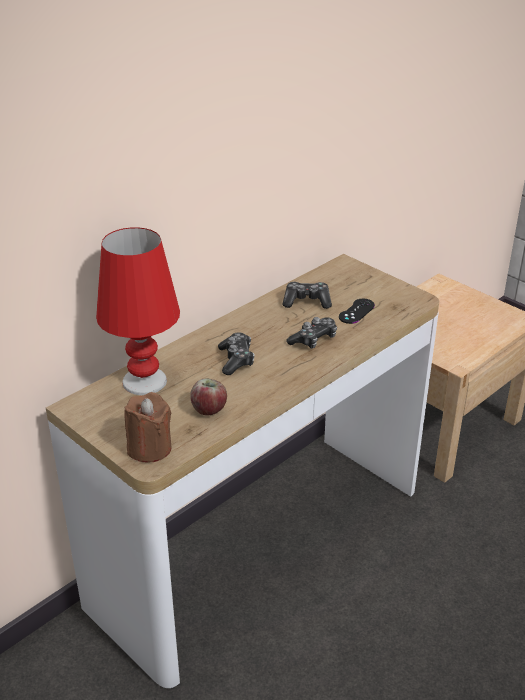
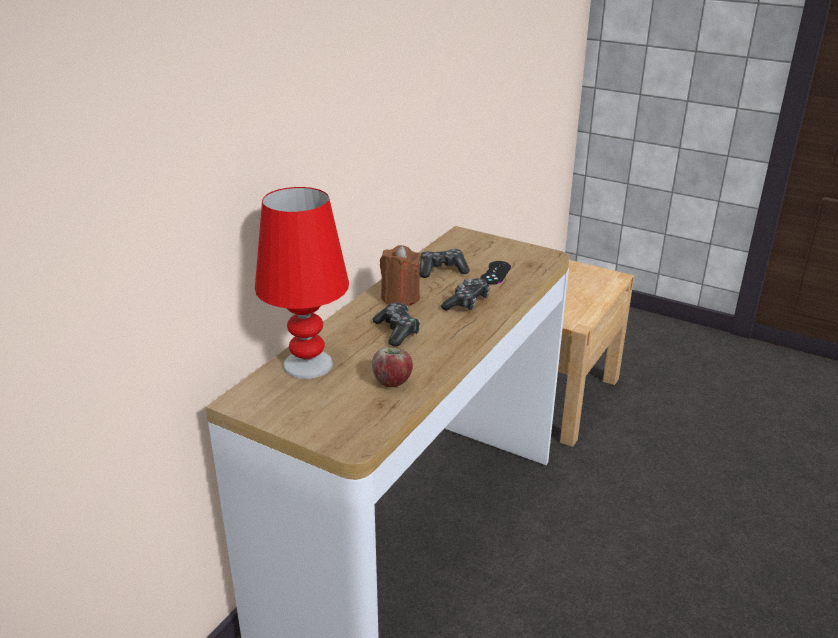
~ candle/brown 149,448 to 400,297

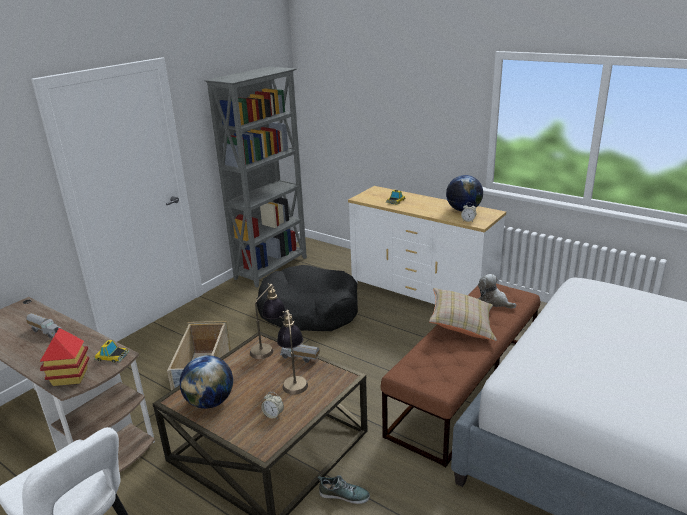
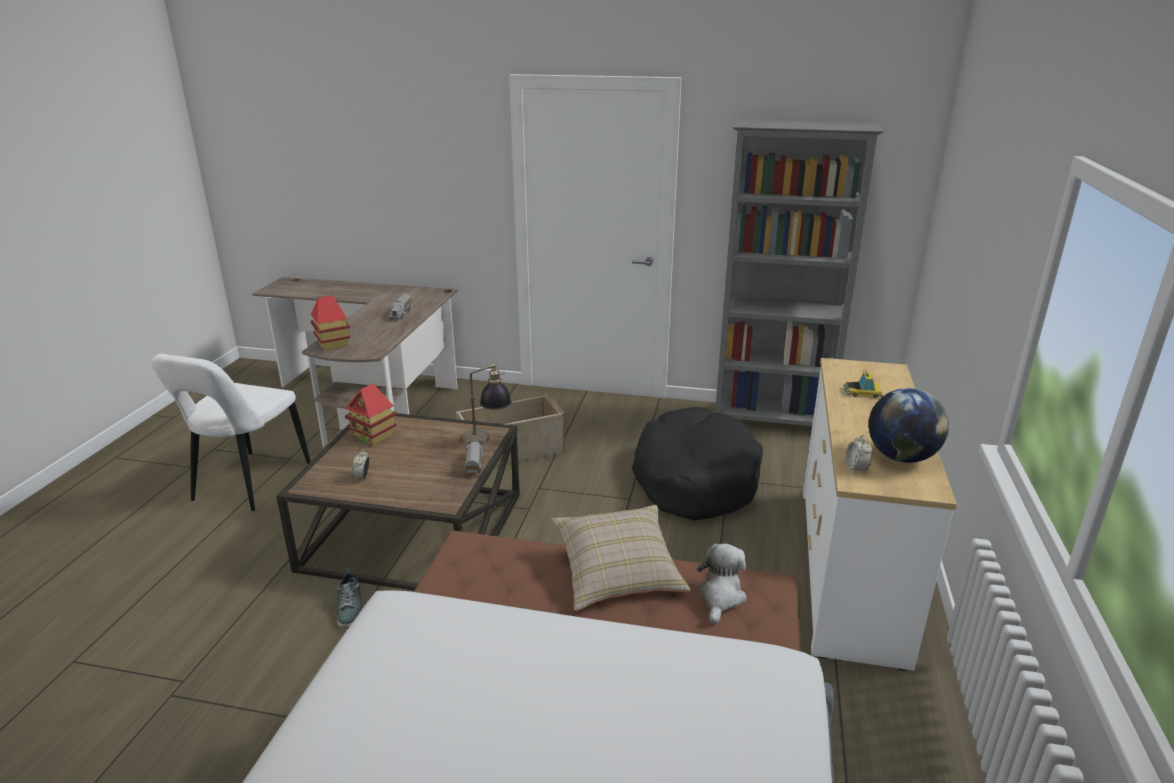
- toy car 112,356
- table lamp 294,379
~ globe 210,402 to toy house 373,436

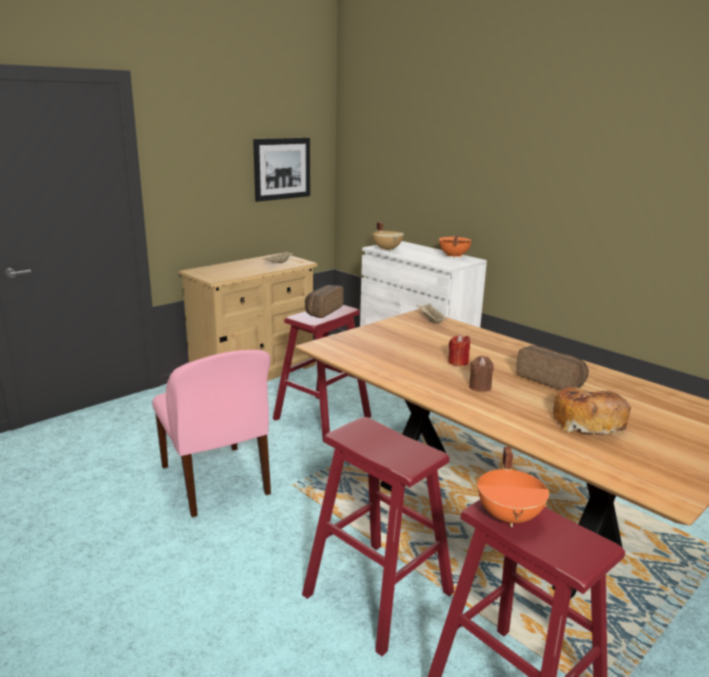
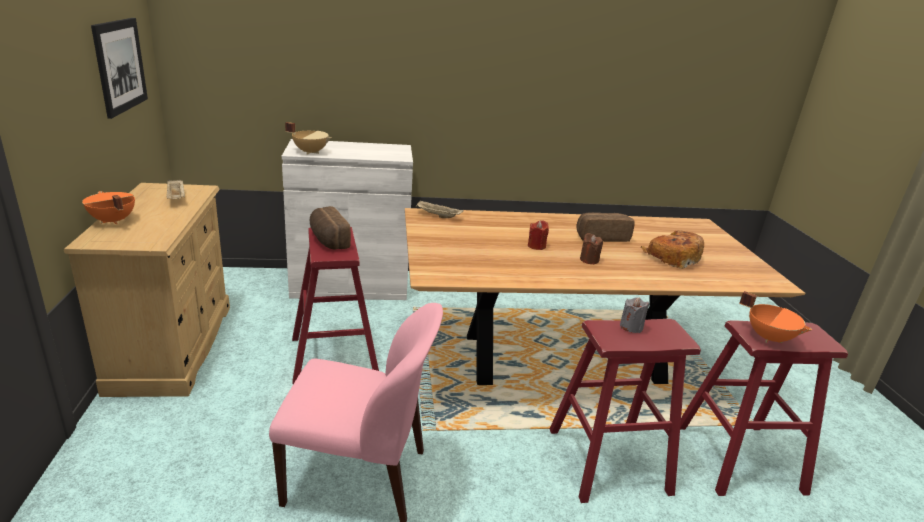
+ candle/grey 631,327
~ cooking pot/orange 453,256 to 112,221

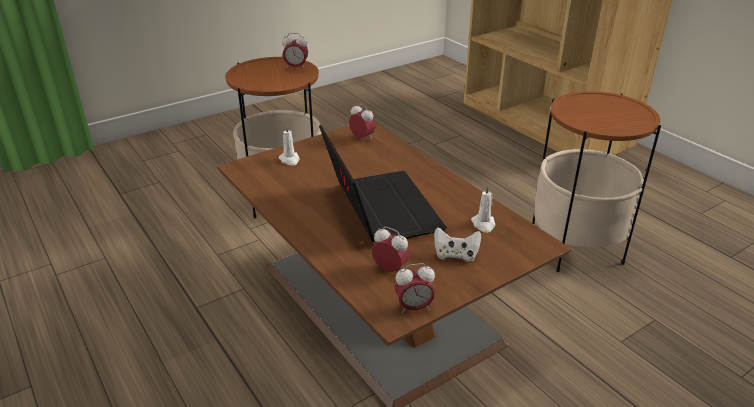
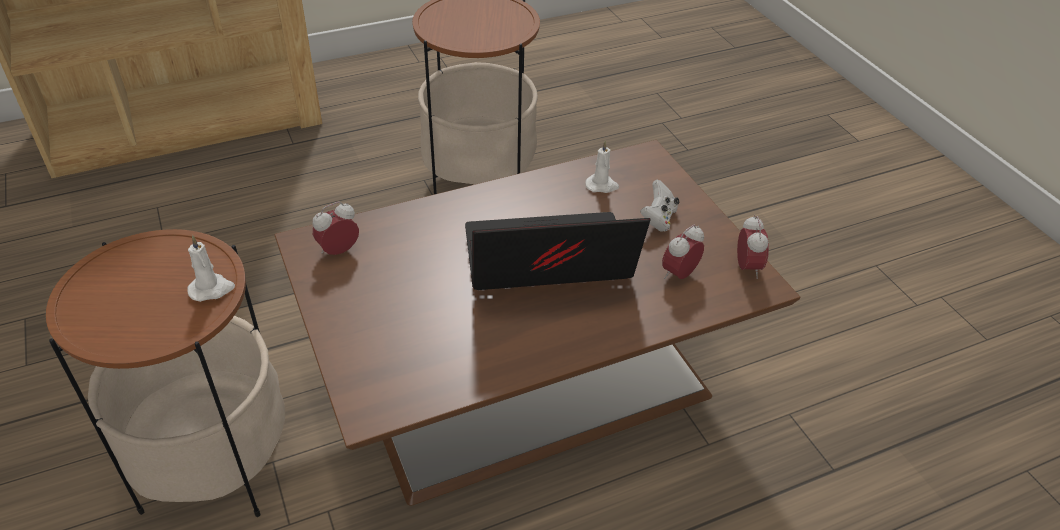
- alarm clock 296,67
~ candle/white 290,160 to 212,289

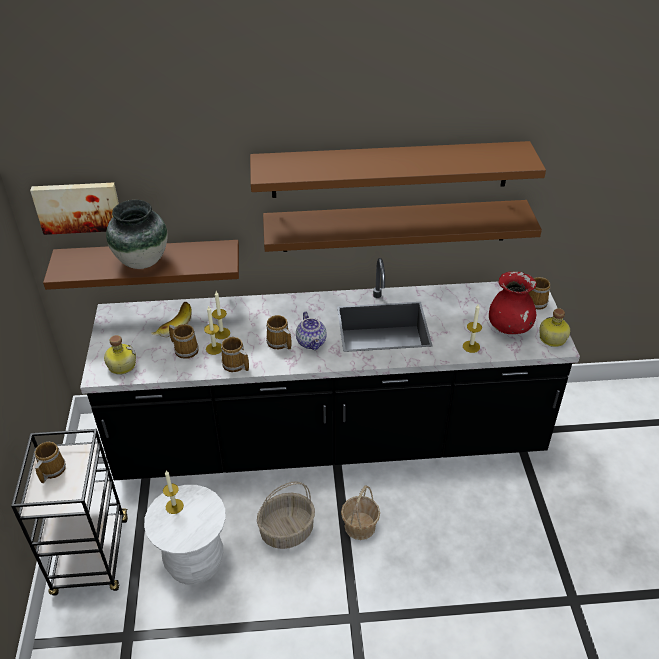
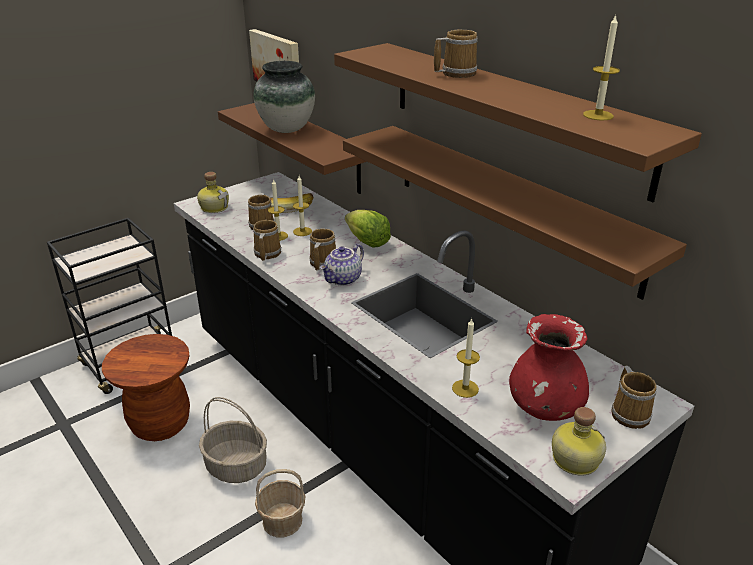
+ lettuce 367,242
~ mug 51,470 to 456,73
~ candle 174,506 to 598,115
~ stool/white 195,563 to stool/brown 160,423

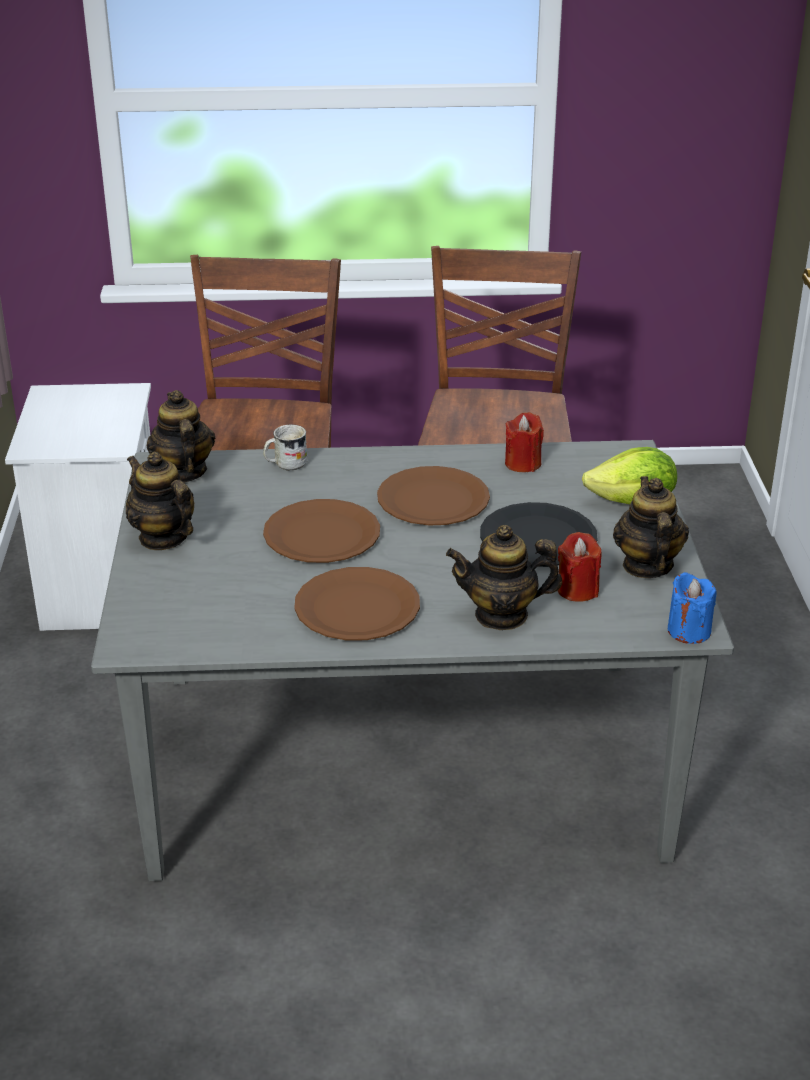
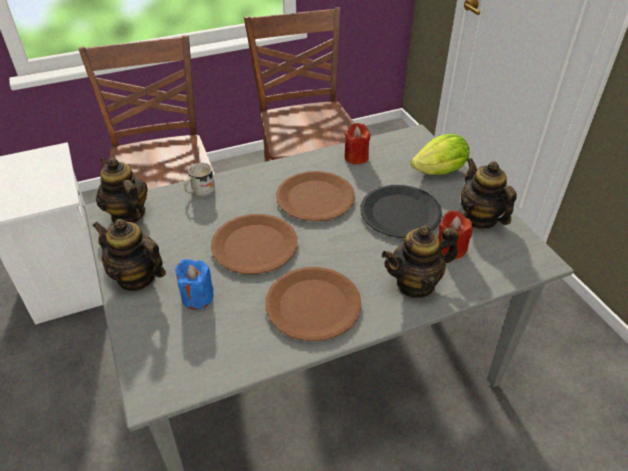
~ candle/blue 689,631 to 197,297

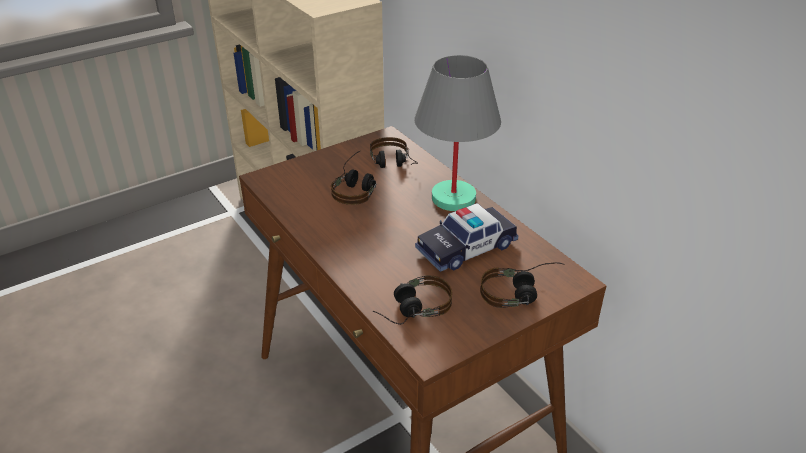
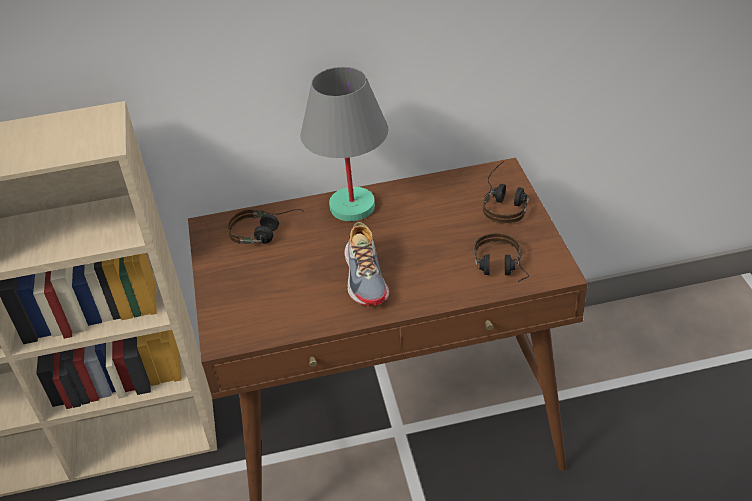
- headphones 356,187
- toy car 466,247
+ shoe 366,276

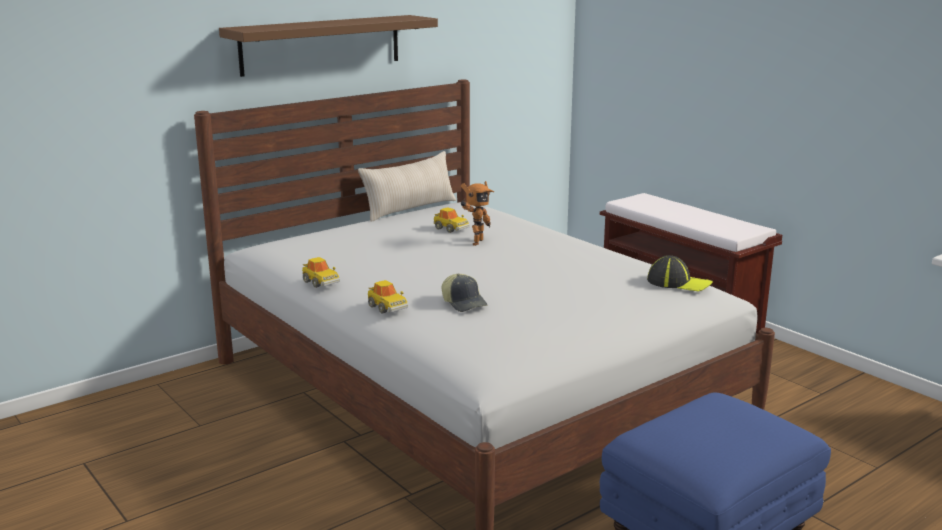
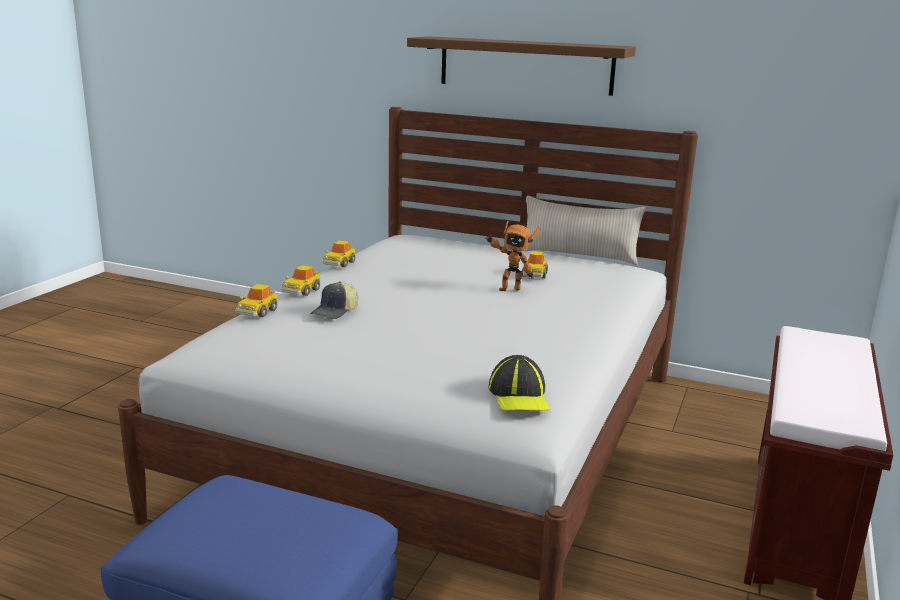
+ toy car 257,312

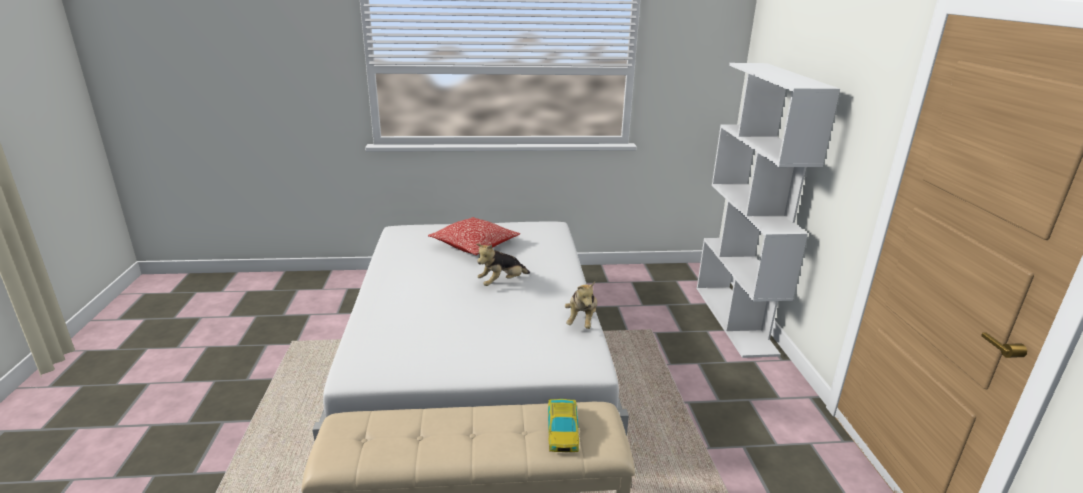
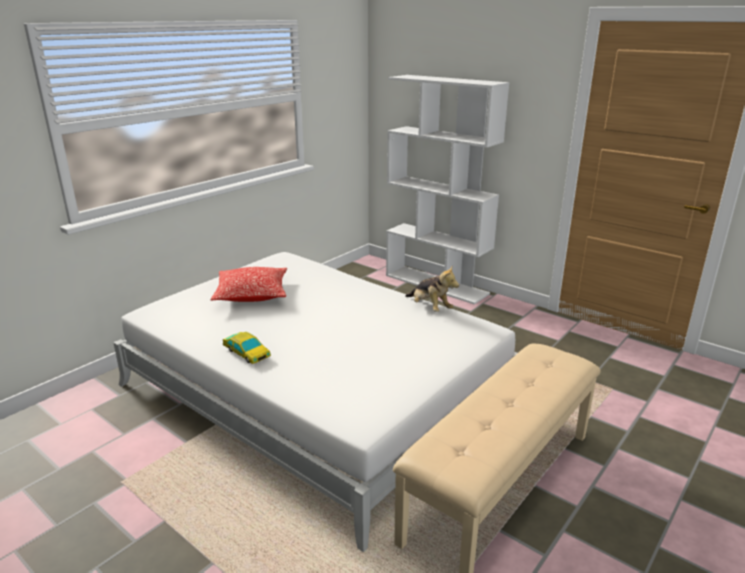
- plush toy 502,282
~ toy car 562,430 to 246,352

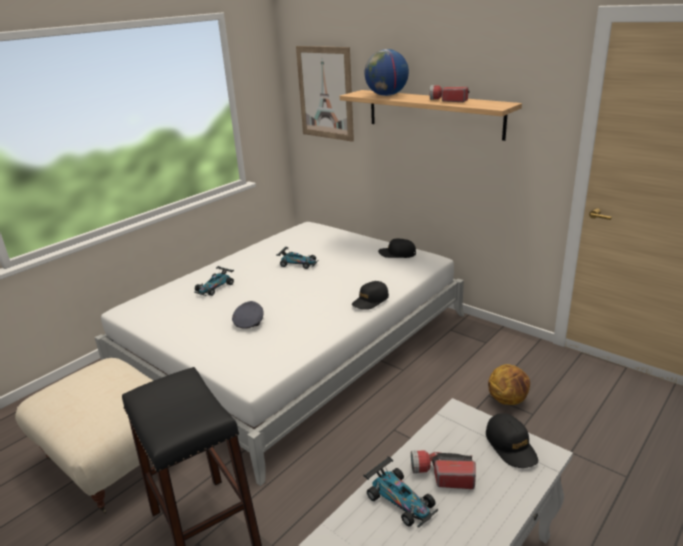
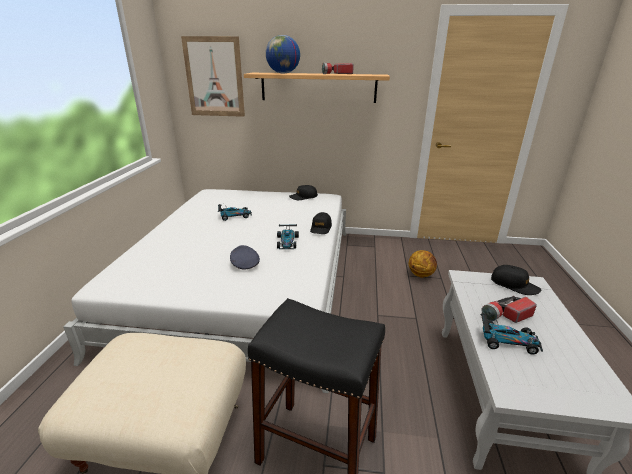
~ toy car 215,287 to 287,242

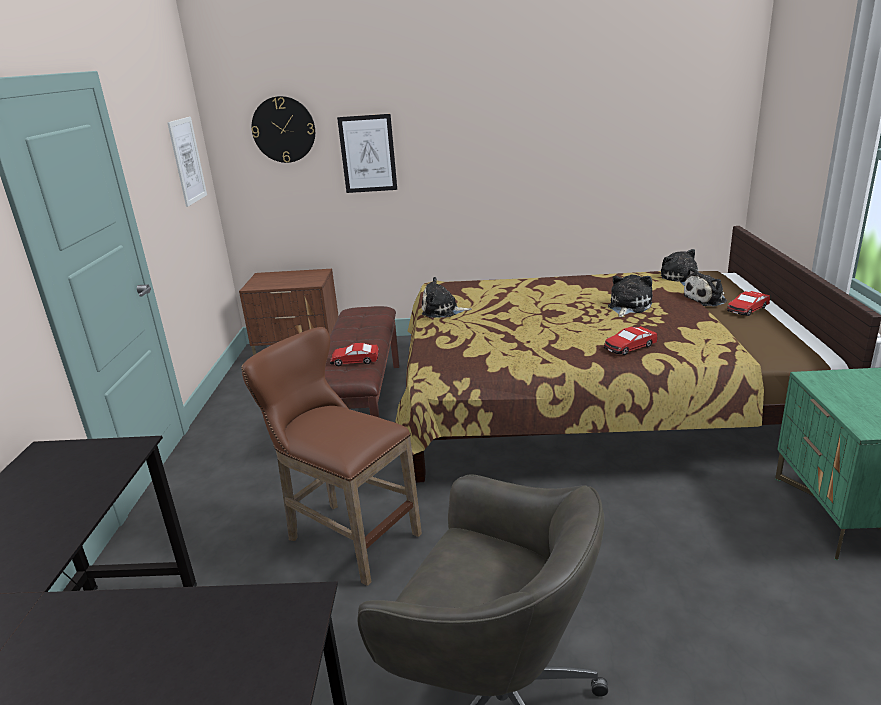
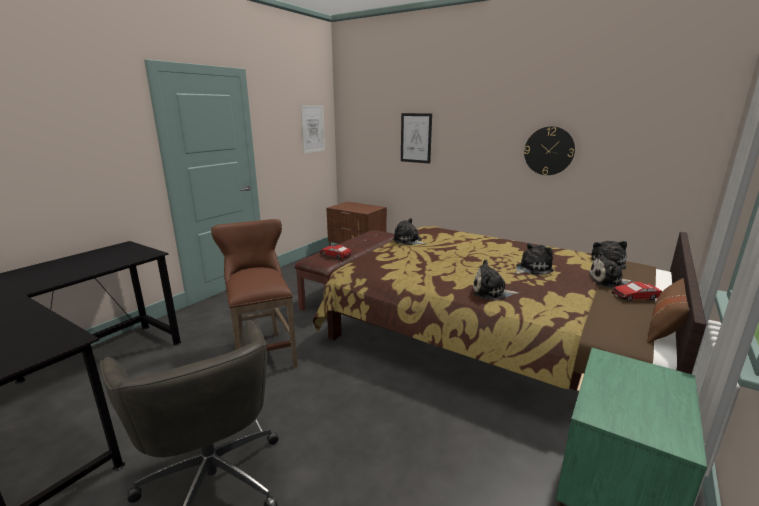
+ pillow/brown 667,325
~ wall clock 283,129 to 549,151
~ toy car 629,347 to plush toy 491,292

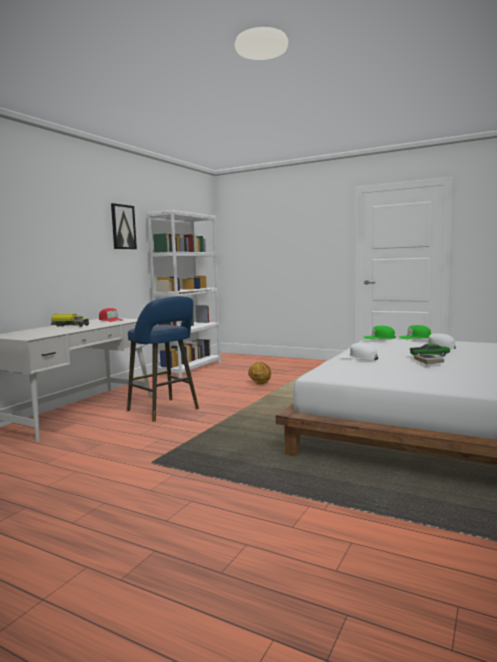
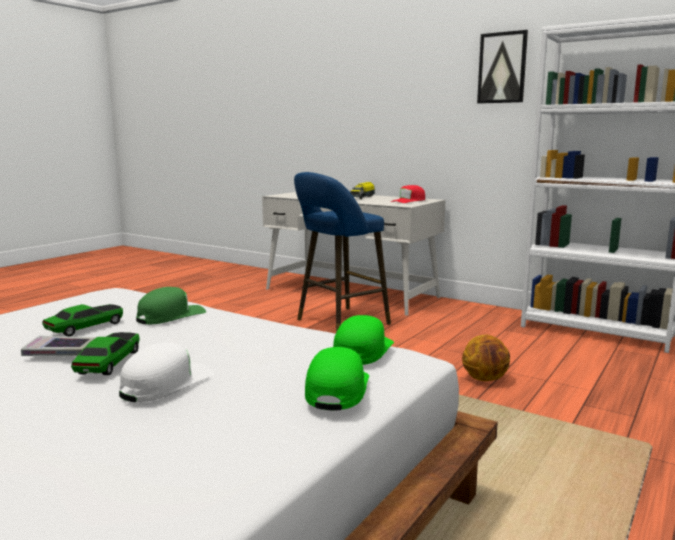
+ toy car 85,327
~ cap/white 359,358 to cap/green 171,316

